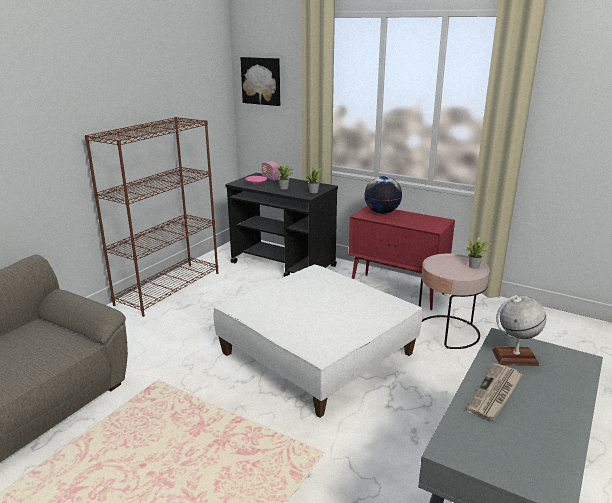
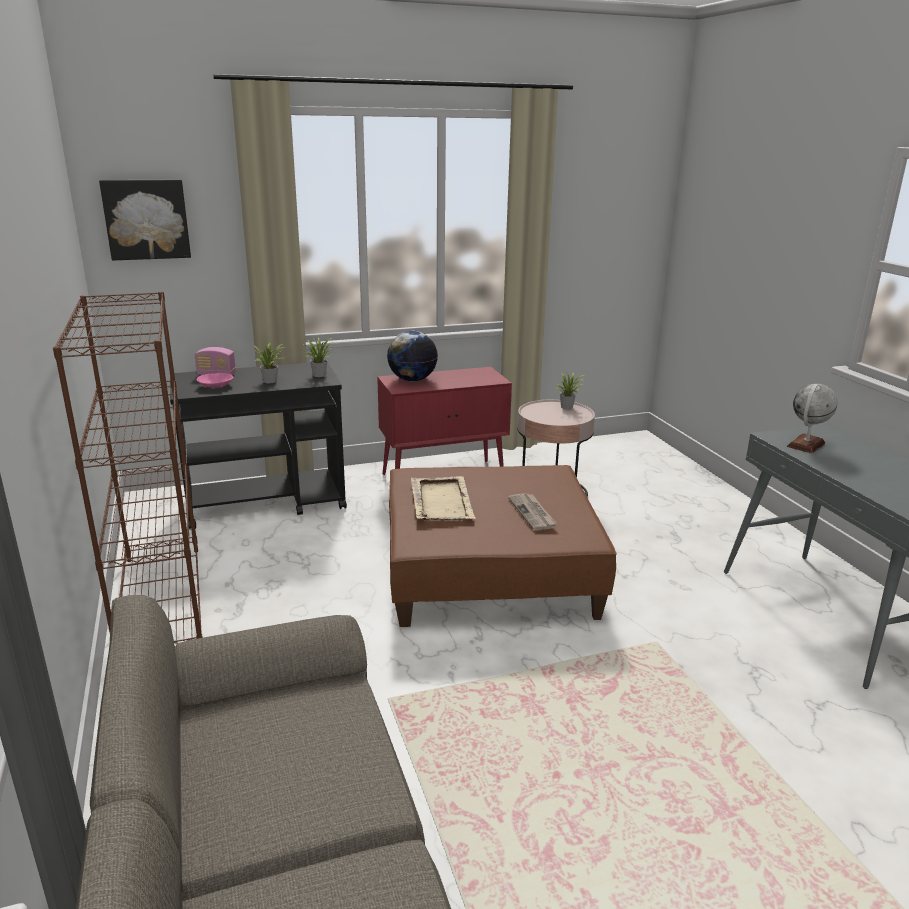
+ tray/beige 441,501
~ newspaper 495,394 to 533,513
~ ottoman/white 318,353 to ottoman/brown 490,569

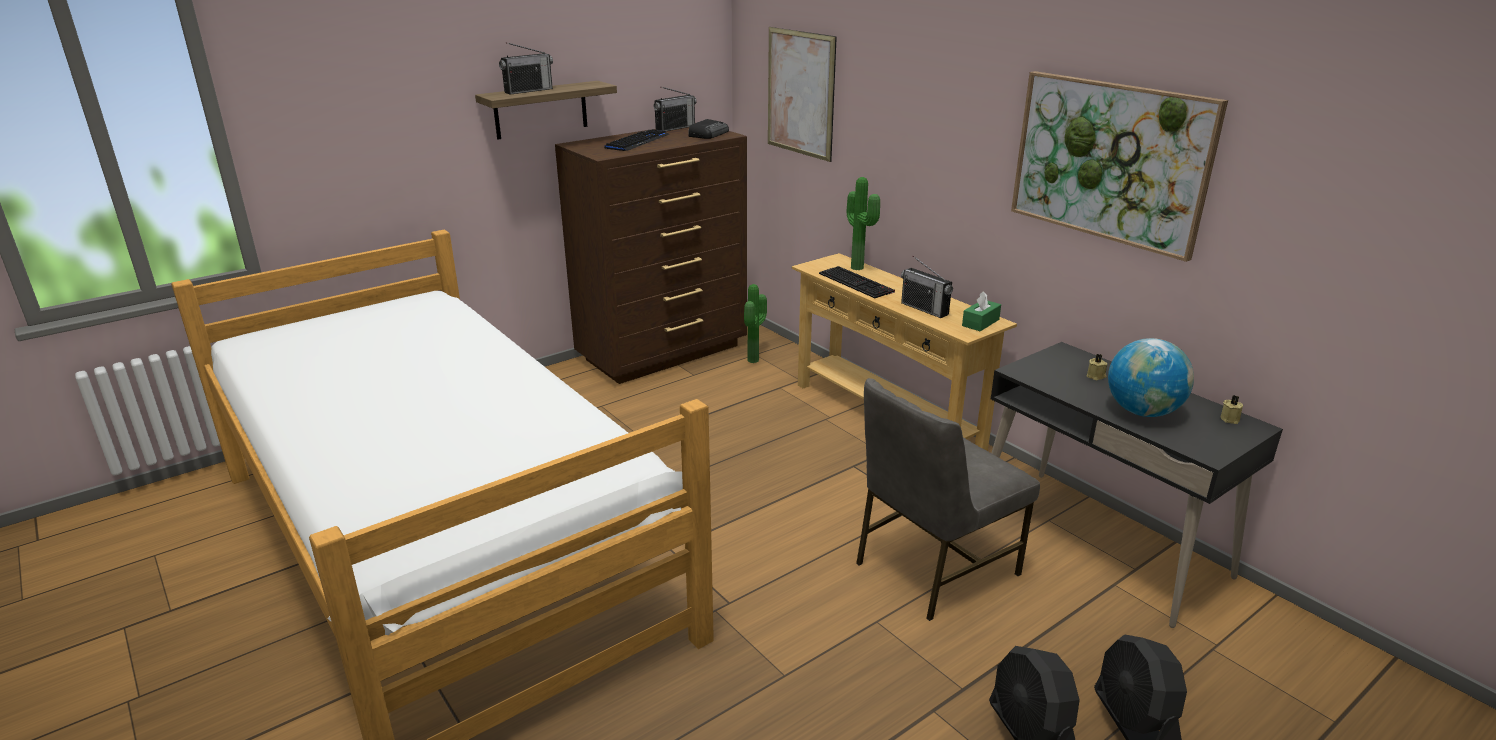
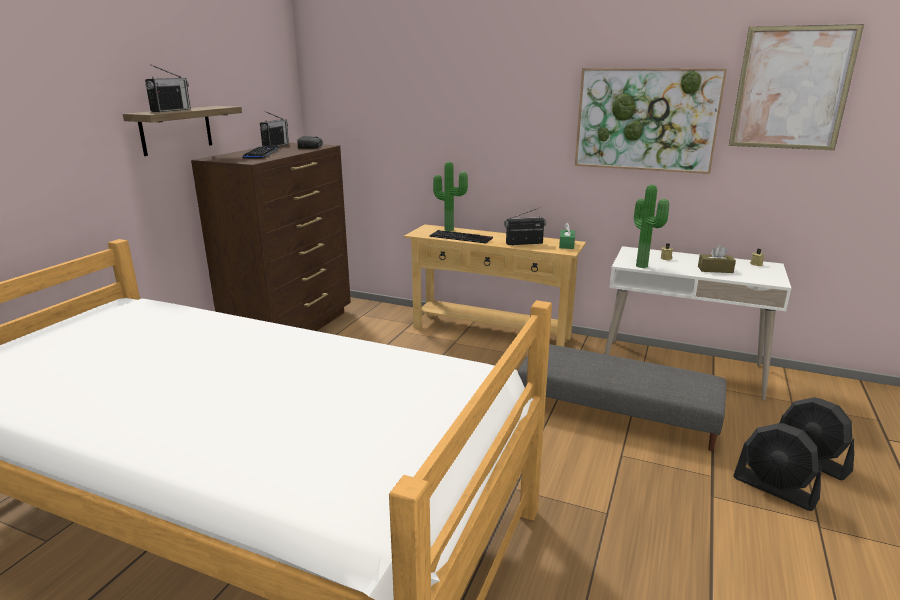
~ potted plant 755,360 to 643,266
~ picture 800,93 to 791,88
~ chair/grey 933,568 to ottoman/grey 616,411
~ globe 1142,411 to tissue box/brown 715,269
~ desk/black 1099,543 to desk/white 681,368
~ radio 924,309 = 524,243 150 degrees clockwise

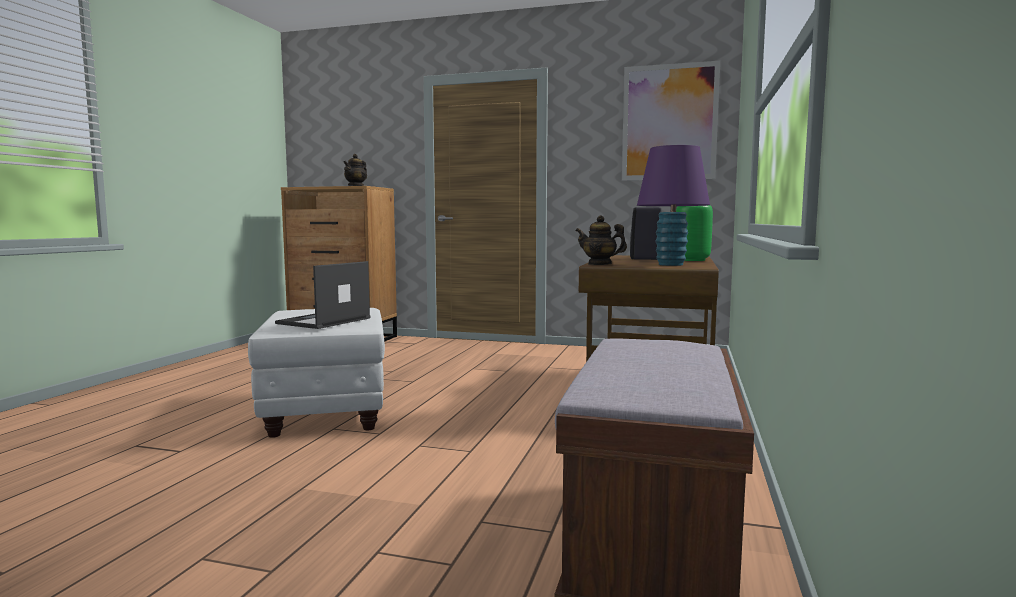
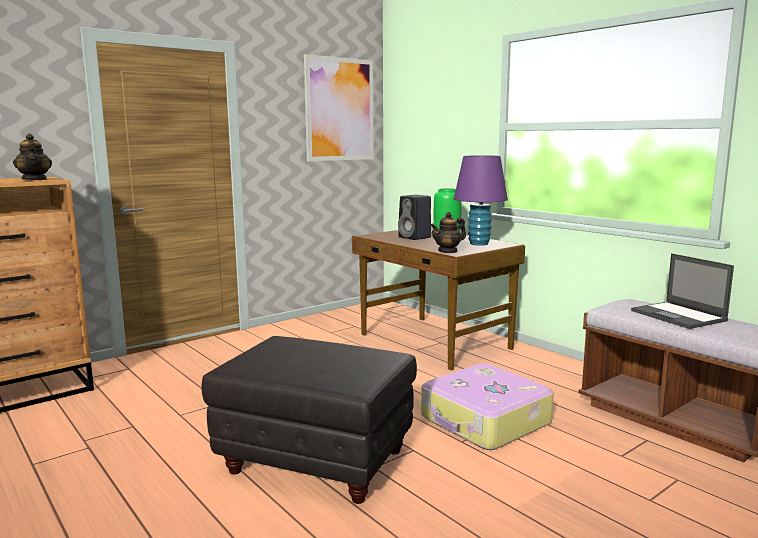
+ suitcase 485,421
~ laptop 323,321 to 679,316
~ ottoman/white 327,412 to ottoman/black 317,460

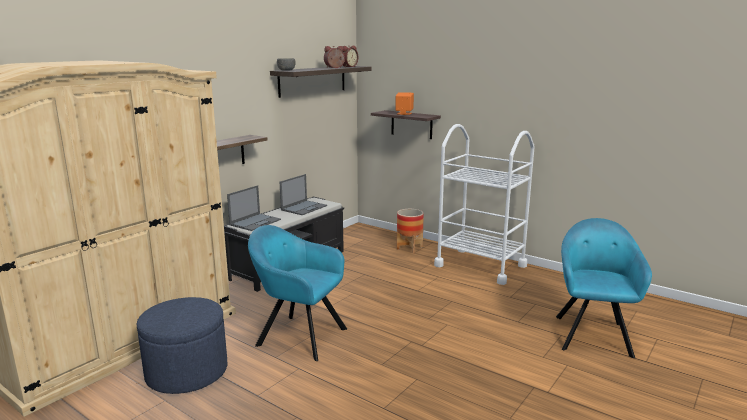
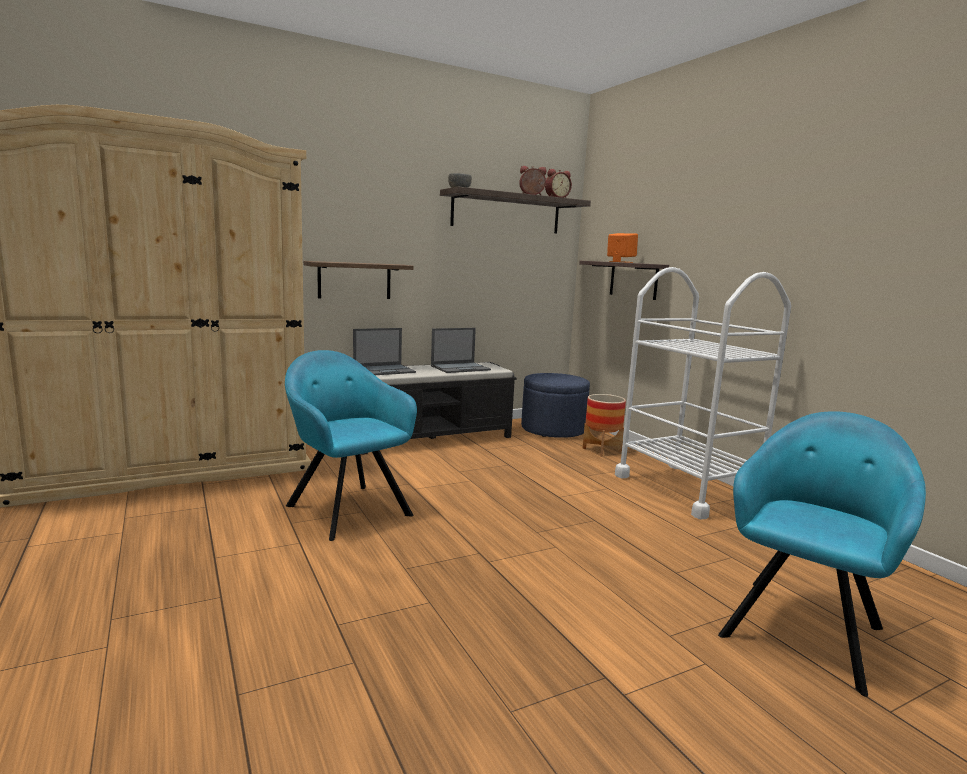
~ ottoman/blue 187,372 to 553,429

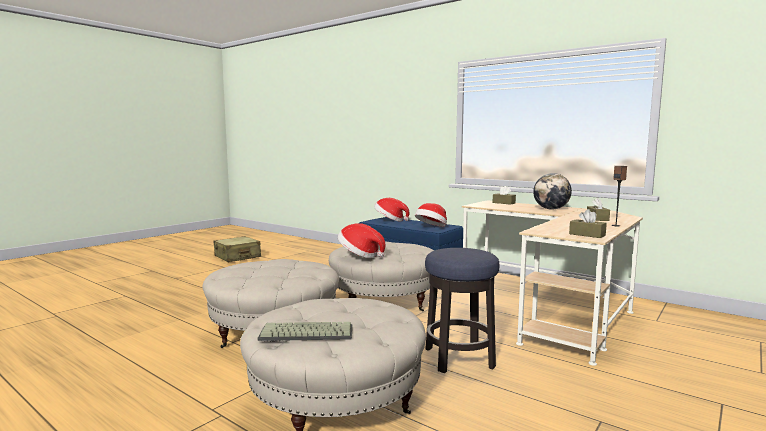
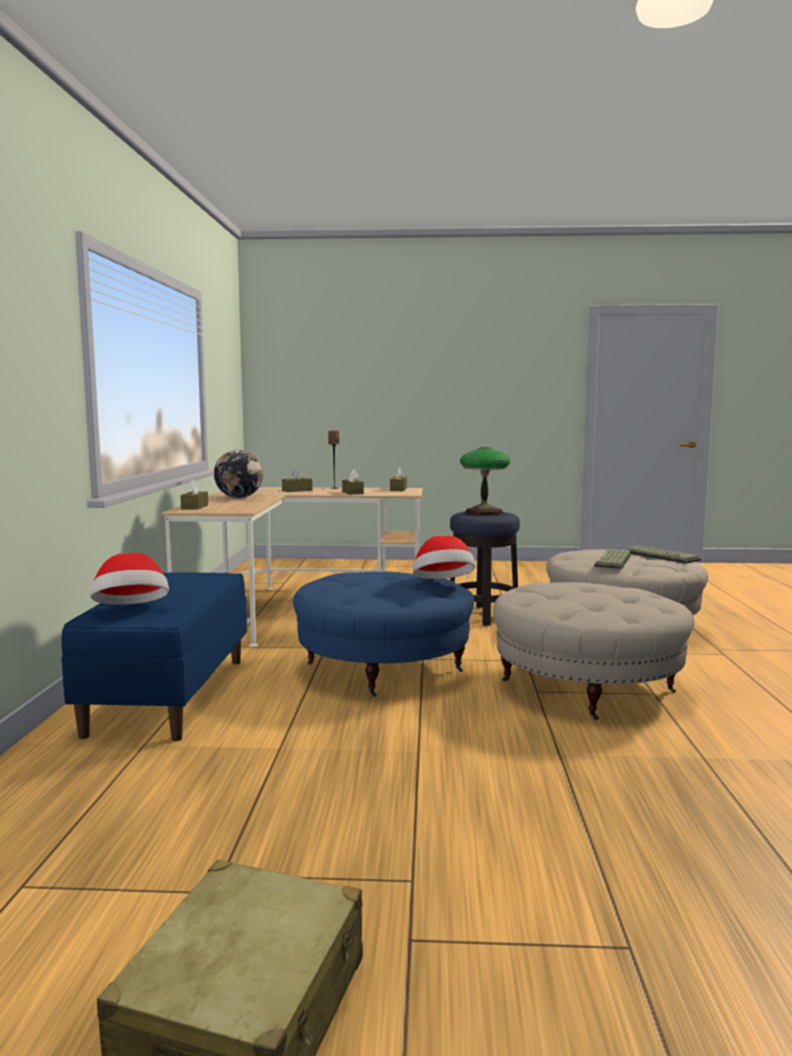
- hat 431,228
+ tissue box/brown 352,493
+ table lamp 484,512
+ keyboard 614,561
~ ottoman/beige 384,300 to ottoman/blue 383,668

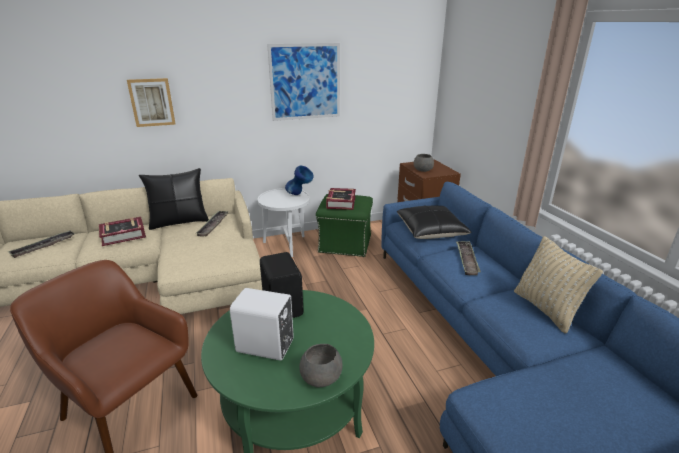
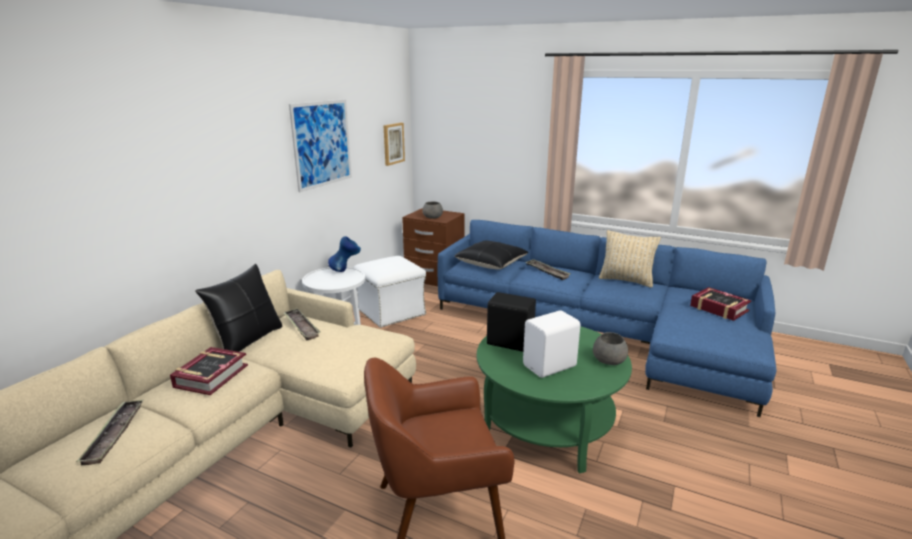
~ picture 152,102 to 393,143
~ book 341,202 to 719,308
~ ottoman/green 344,244 to ottoman/white 390,312

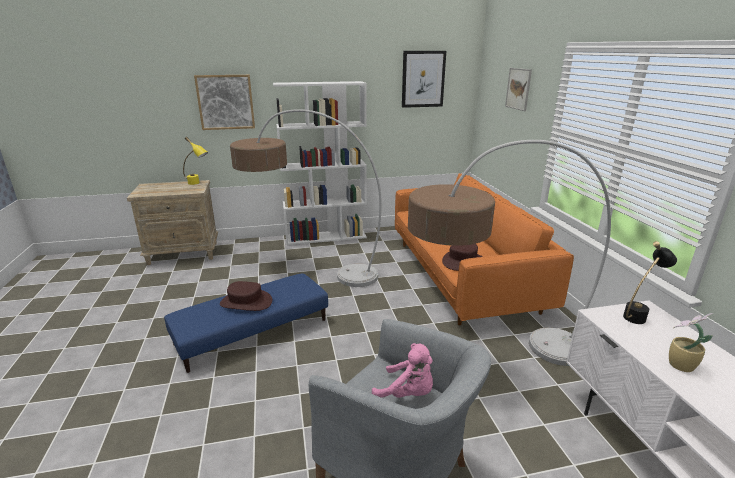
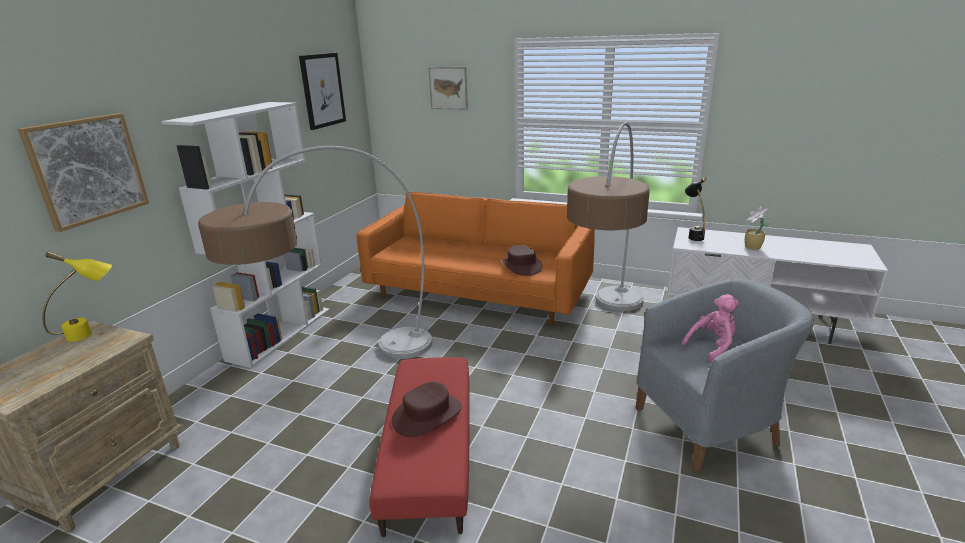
~ ottoman/blue 252,331 to ottoman/red 429,453

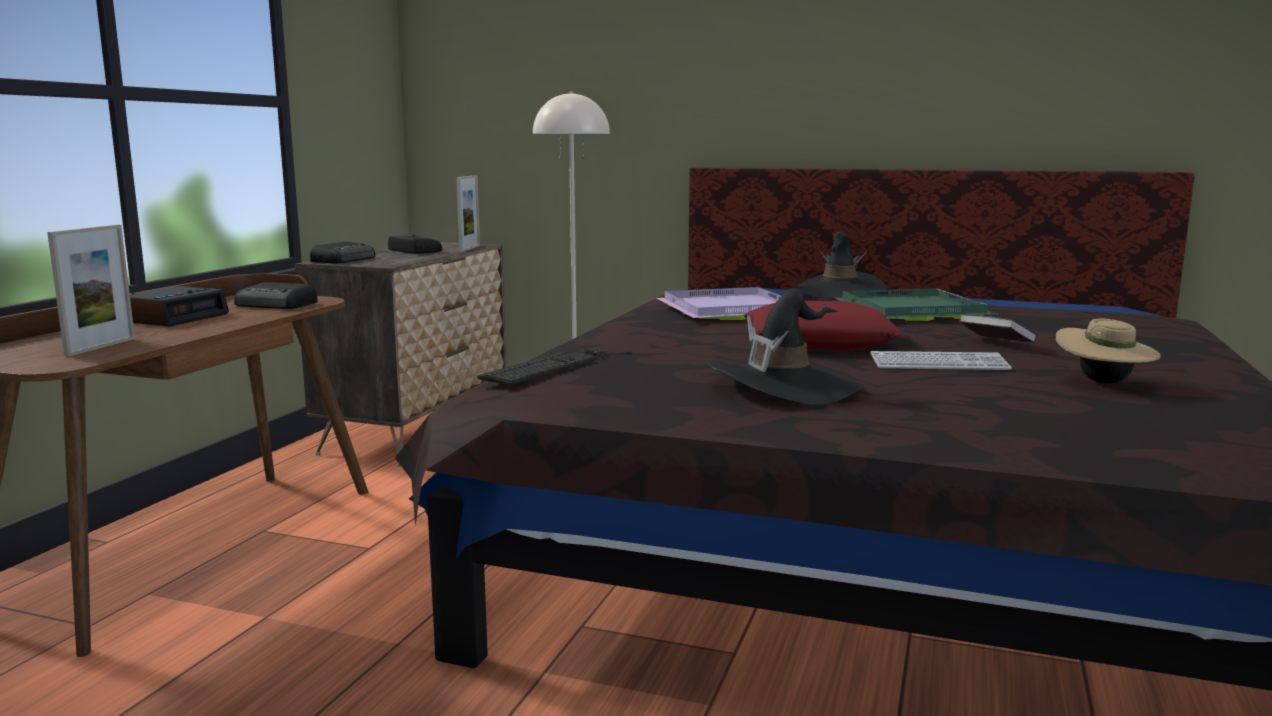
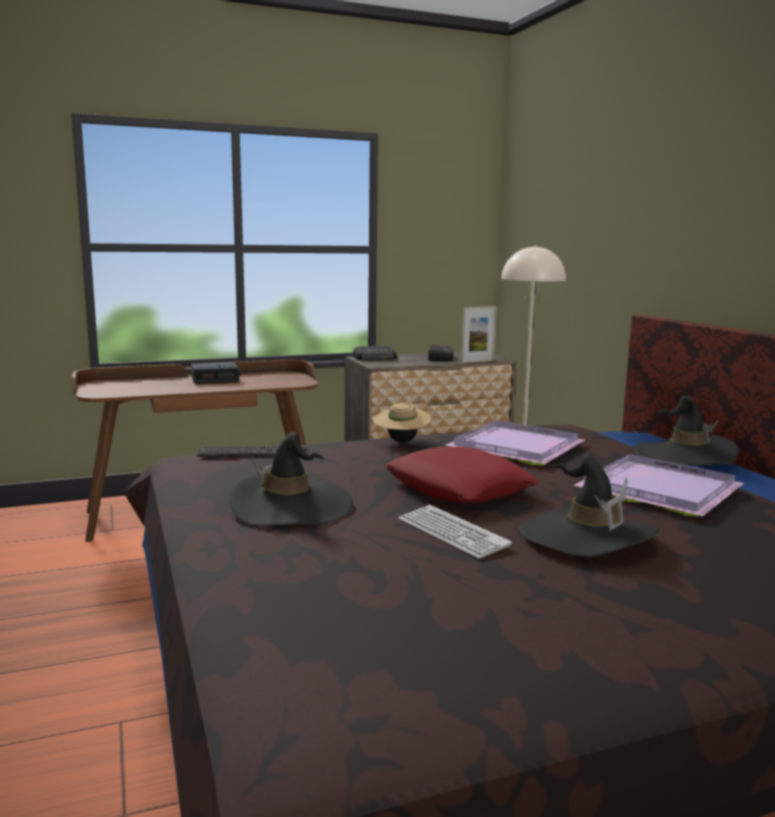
- picture frame 101,347
- radio 277,304
~ hat/beige 1103,383 to 401,441
~ book 996,343 to hat/black 586,538
~ tray/green 908,310 to tray/purple 657,488

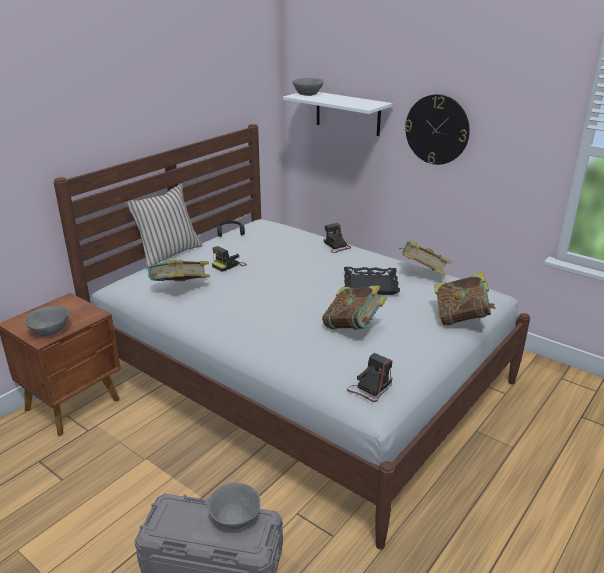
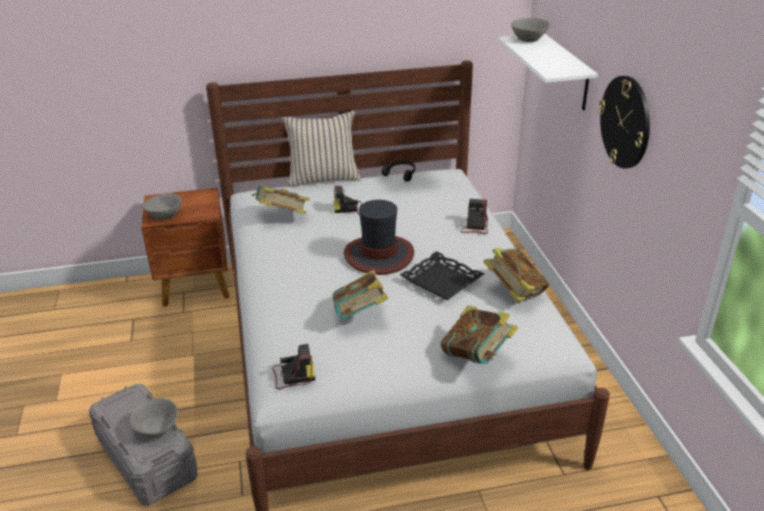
+ hat 379,255

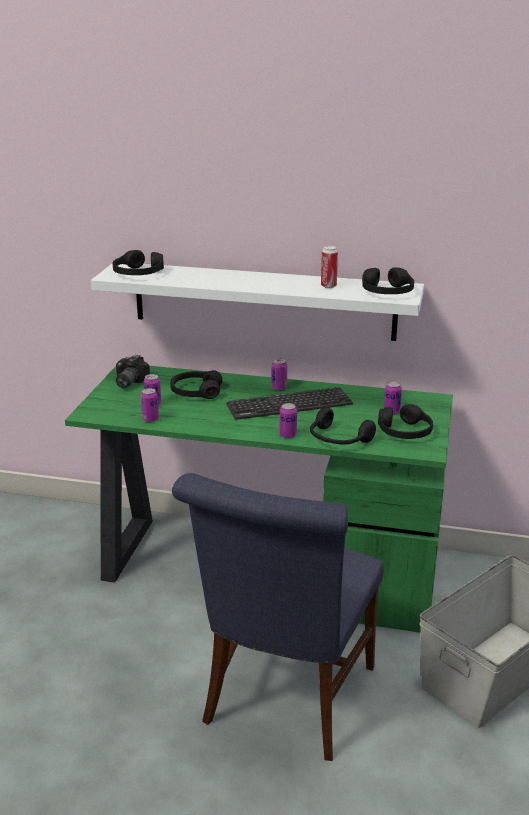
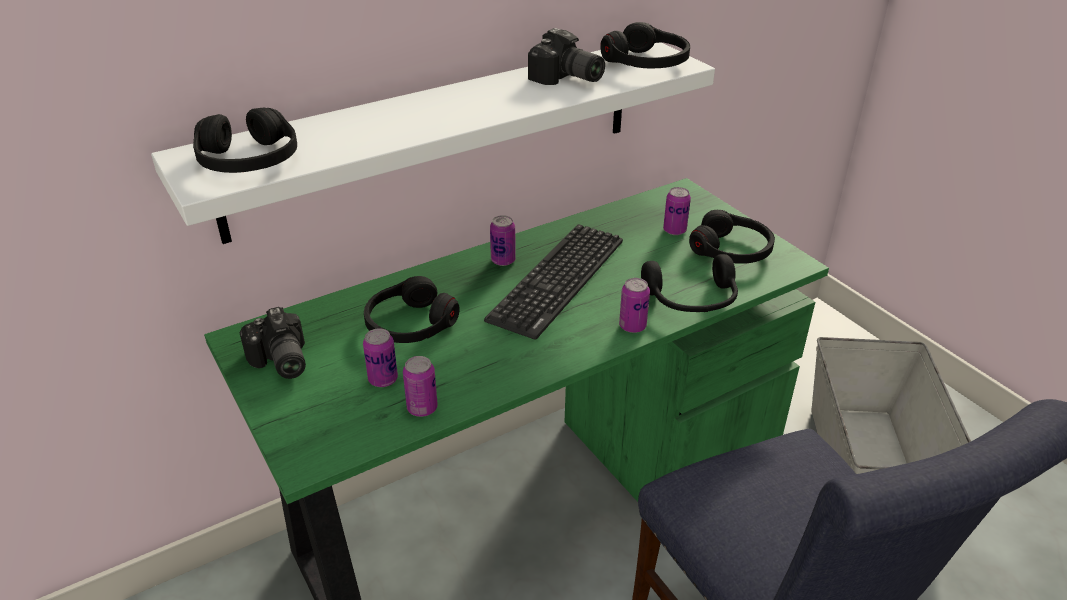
~ can 328,286 to photo camera 566,79

